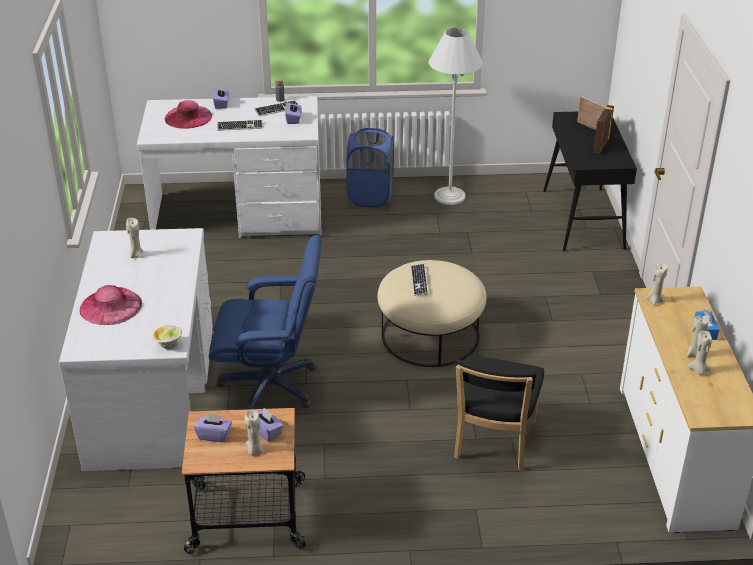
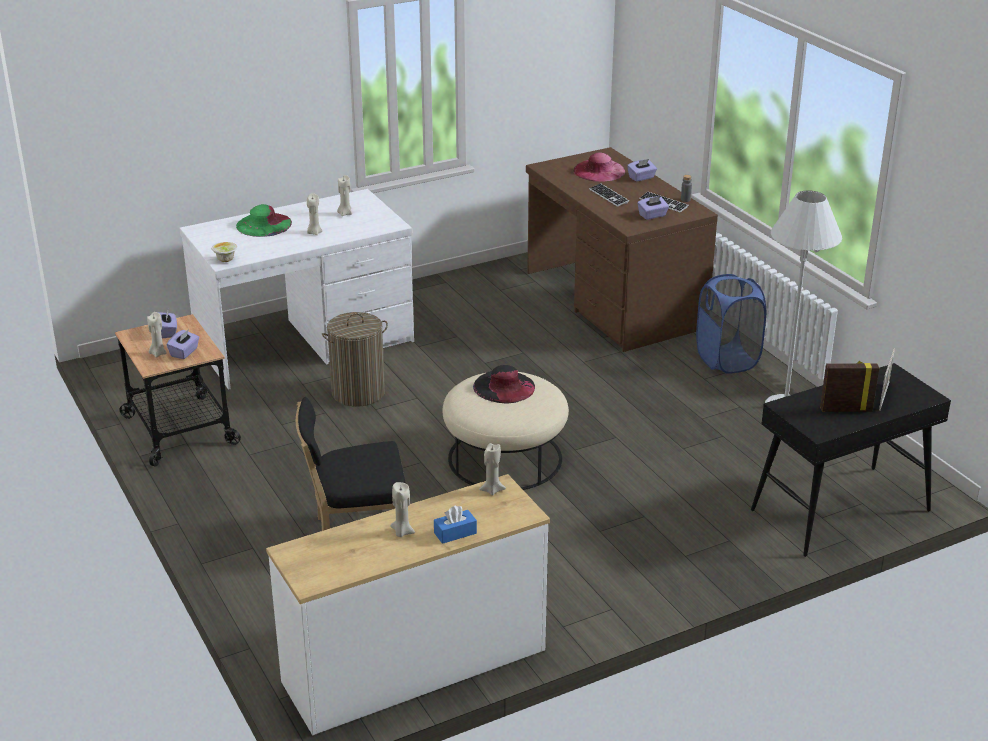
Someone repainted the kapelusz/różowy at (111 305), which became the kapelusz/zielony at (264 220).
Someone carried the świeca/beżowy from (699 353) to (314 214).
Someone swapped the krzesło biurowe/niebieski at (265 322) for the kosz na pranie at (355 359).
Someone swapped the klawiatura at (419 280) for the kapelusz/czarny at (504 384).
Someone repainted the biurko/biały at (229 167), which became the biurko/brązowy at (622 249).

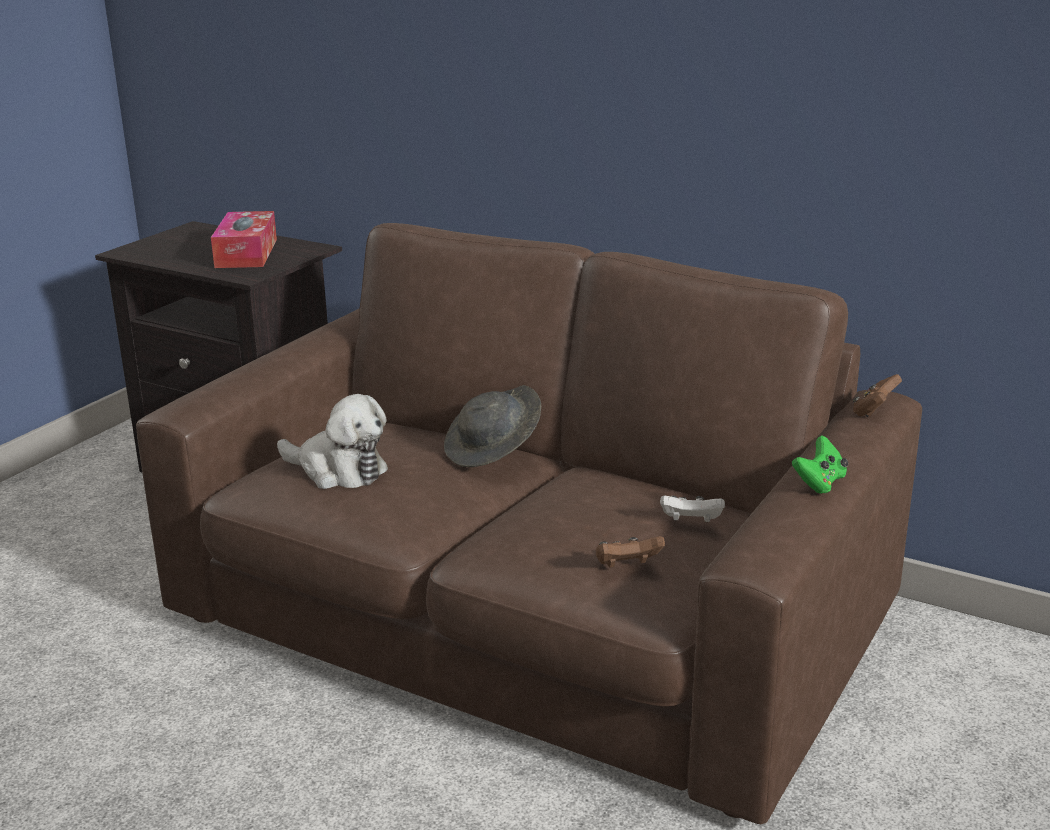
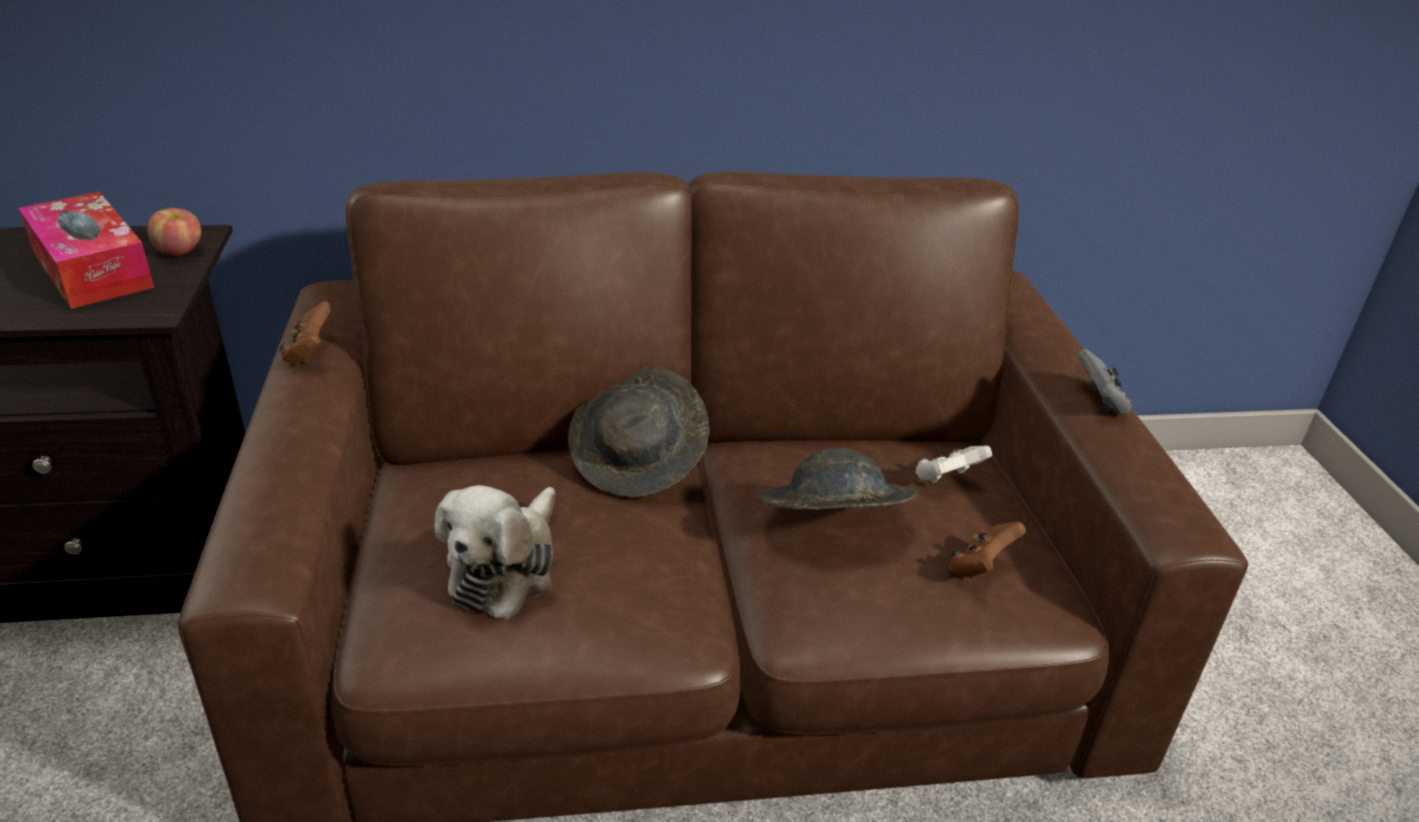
Someone put down the jabłko at (174 231).
Someone carried the pad do gier/brązowy from (877 395) to (305 333).
Someone rotated the pluszak at (332 441) by 120 degrees clockwise.
Someone put down the kapelusz/szary at (838 479).
Someone repainted the pad do gier/zielony at (820 464), which became the pad do gier/szary at (1104 382).

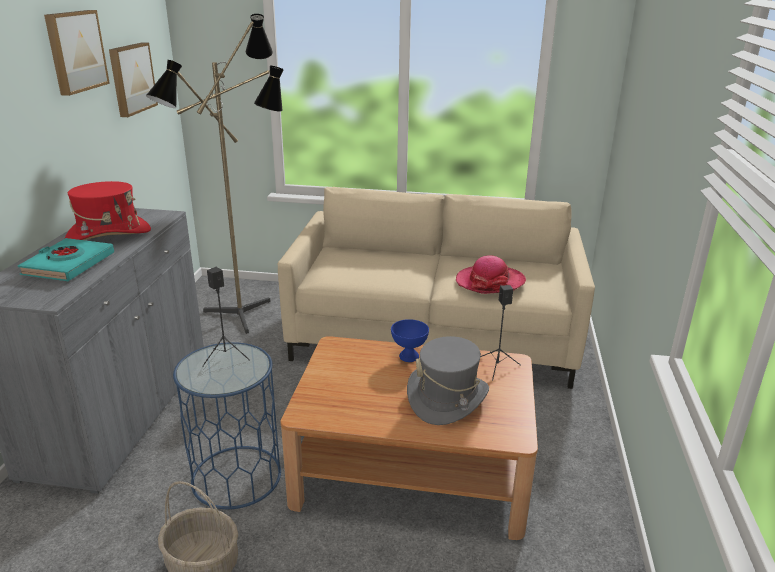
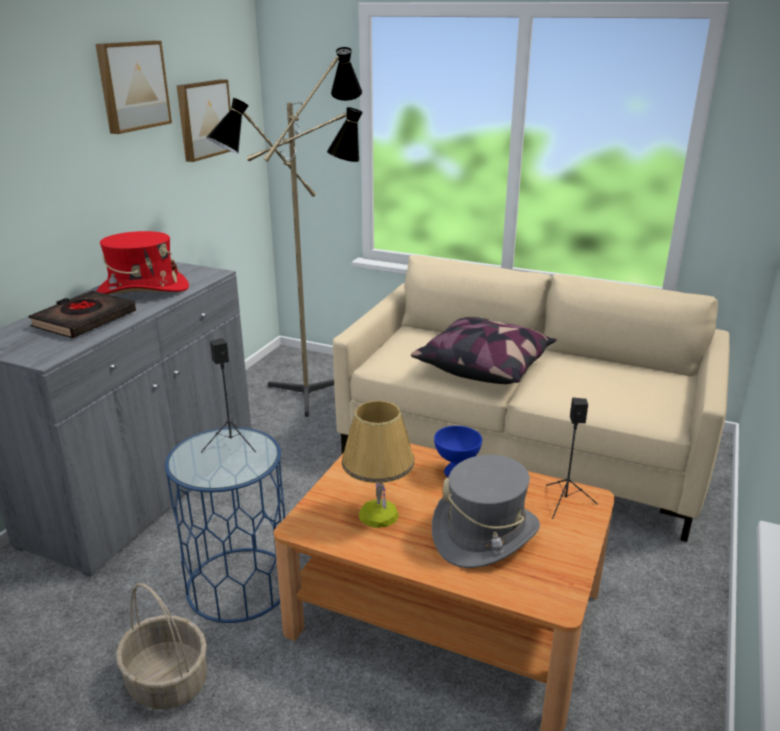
Someone repainted the książka/turkusowy at (66 259), which became the książka/czarny at (82 314).
Someone put down the lampa stołowa at (378 464).
Someone put down the poduszka at (484 350).
Someone took away the kapelusz at (491 274).

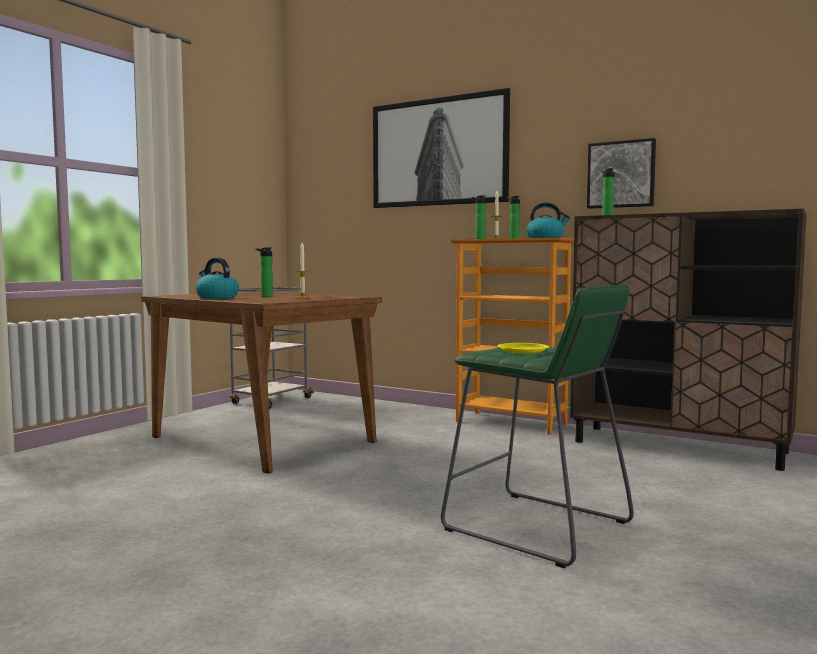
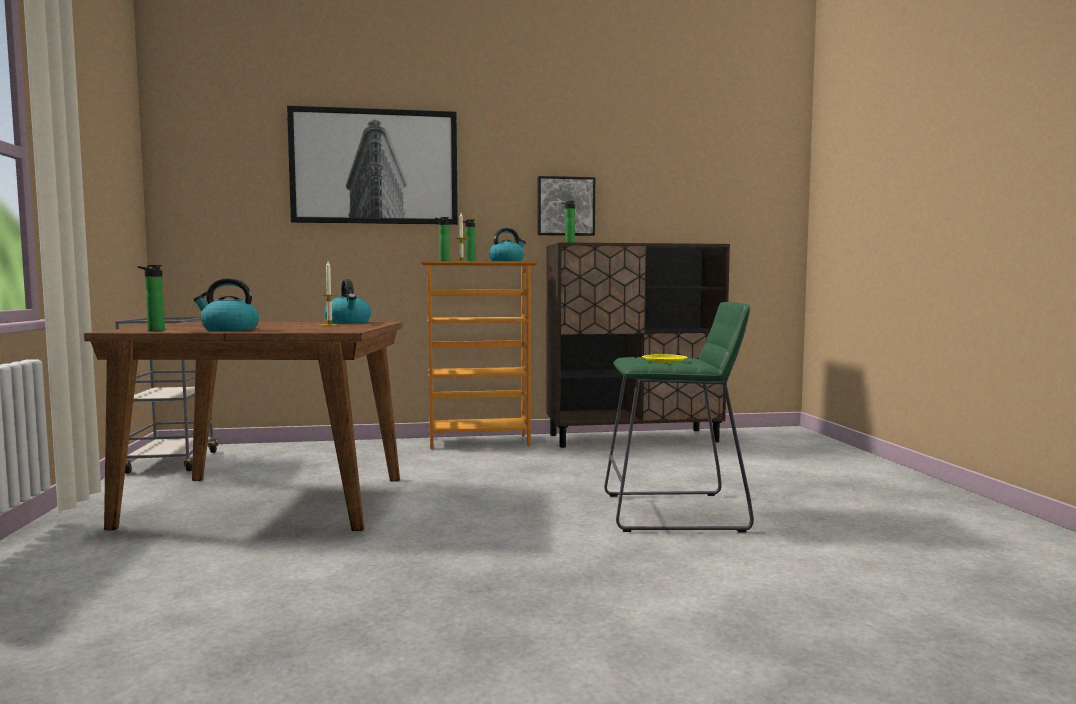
Someone carried the butelka from (264 272) to (151 298).
Someone put down the czajnik at (347 301).

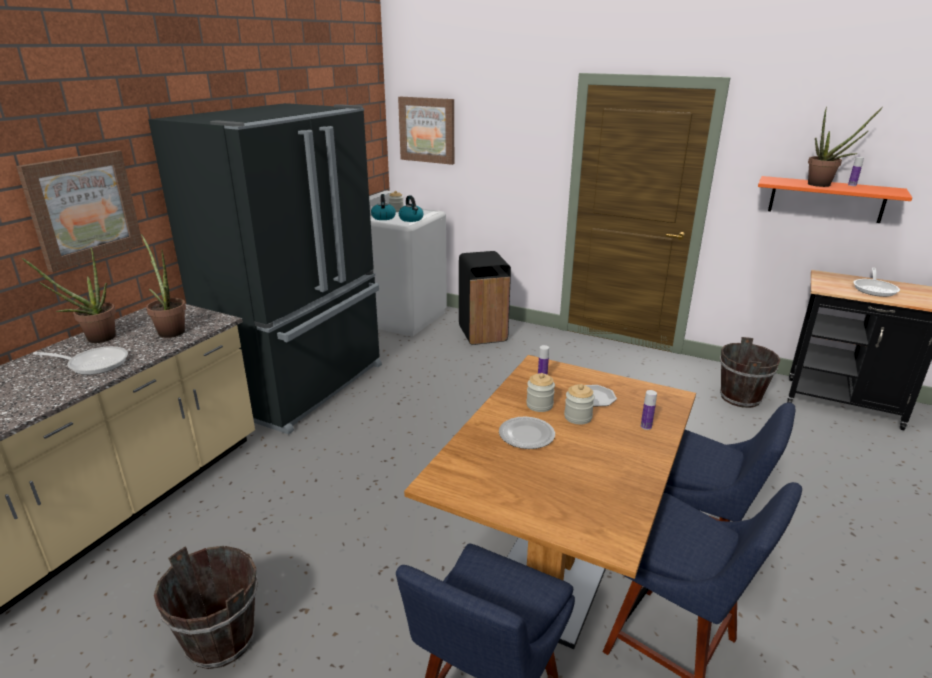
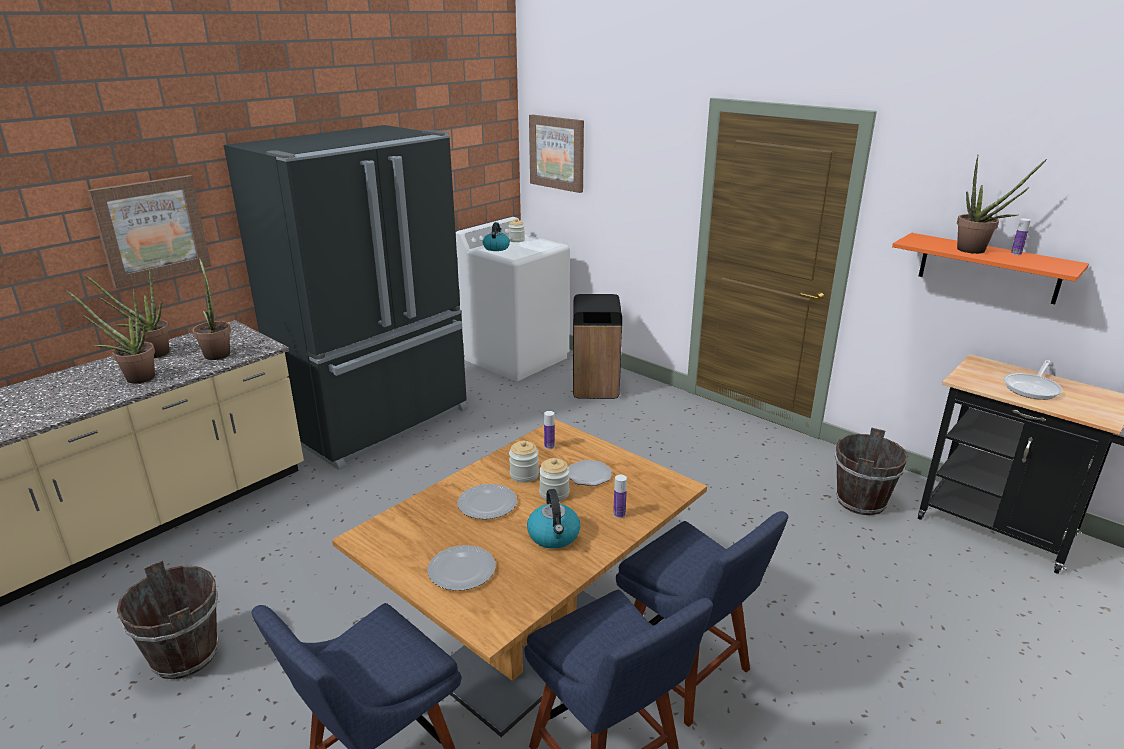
Someone swapped the patelnia at (80 360) for the roślina doniczkowa at (110 336).
Someone put down the talerz at (461 568).
Someone carried the czajnik from (411 208) to (553 519).

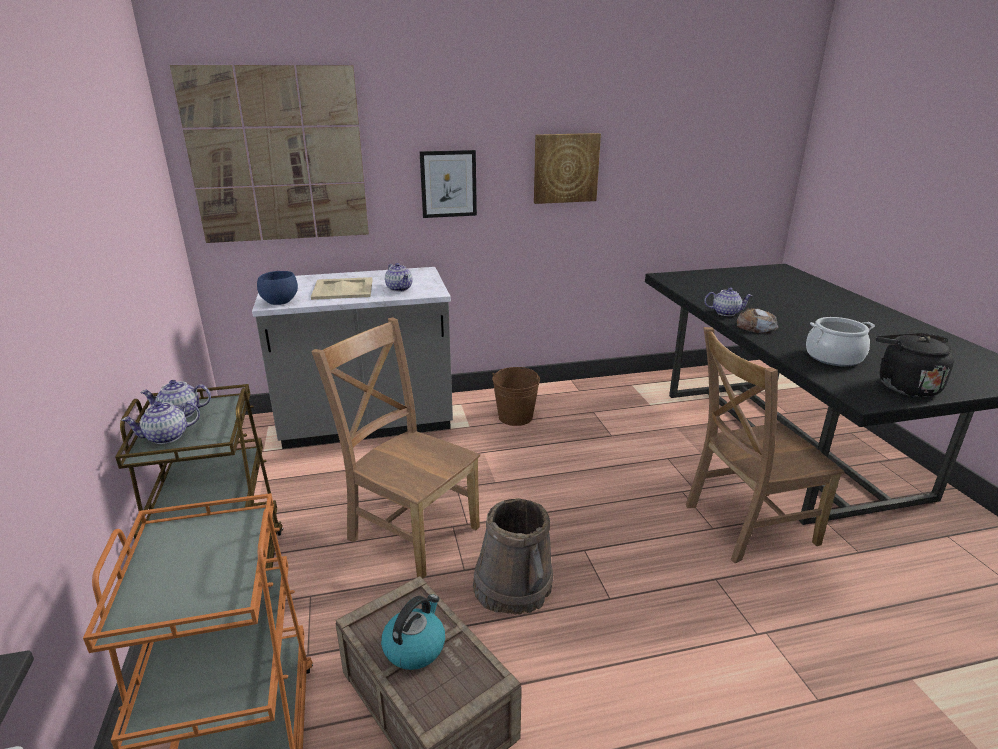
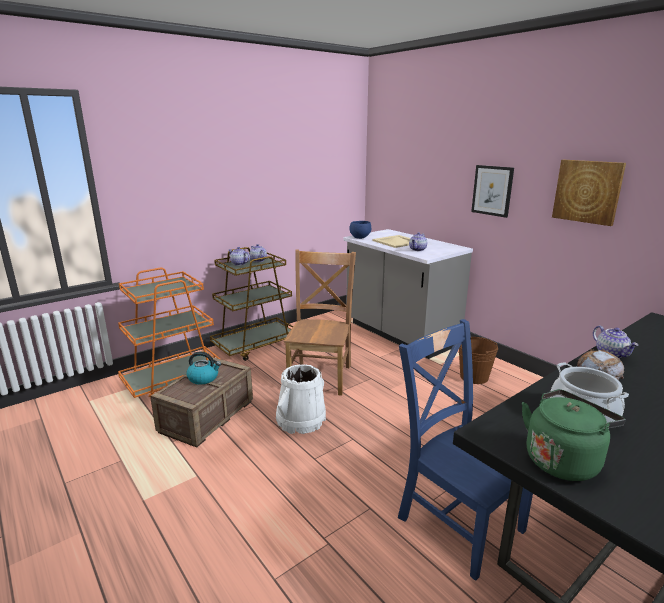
Someone repainted the wiadro/brązowy at (513 556), which became the wiadro/biały at (301 399).
Someone repainted the krzesło/brązowy at (765 445), which became the krzesło/niebieski at (465 450).
Someone repainted the czajnik/czarny at (915 365), which became the czajnik/zielony at (574 435).
Someone took away the obraz at (269 154).

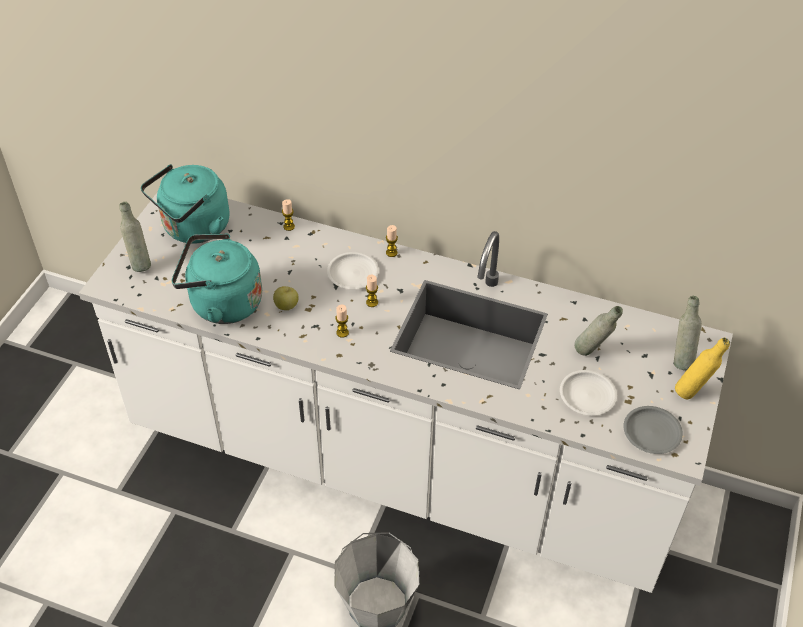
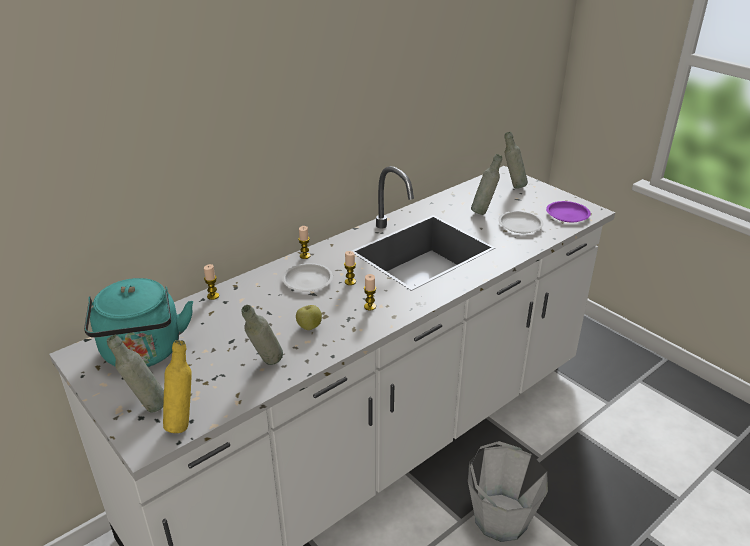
Someone carried the butelka/żółty from (702 368) to (177 386).
Someone swapped the czajnik/turkusowy at (217 278) for the butelka/szary at (262 335).
Someone repainted the talerz/szary at (653 430), which became the talerz/fioletowy at (568 211).

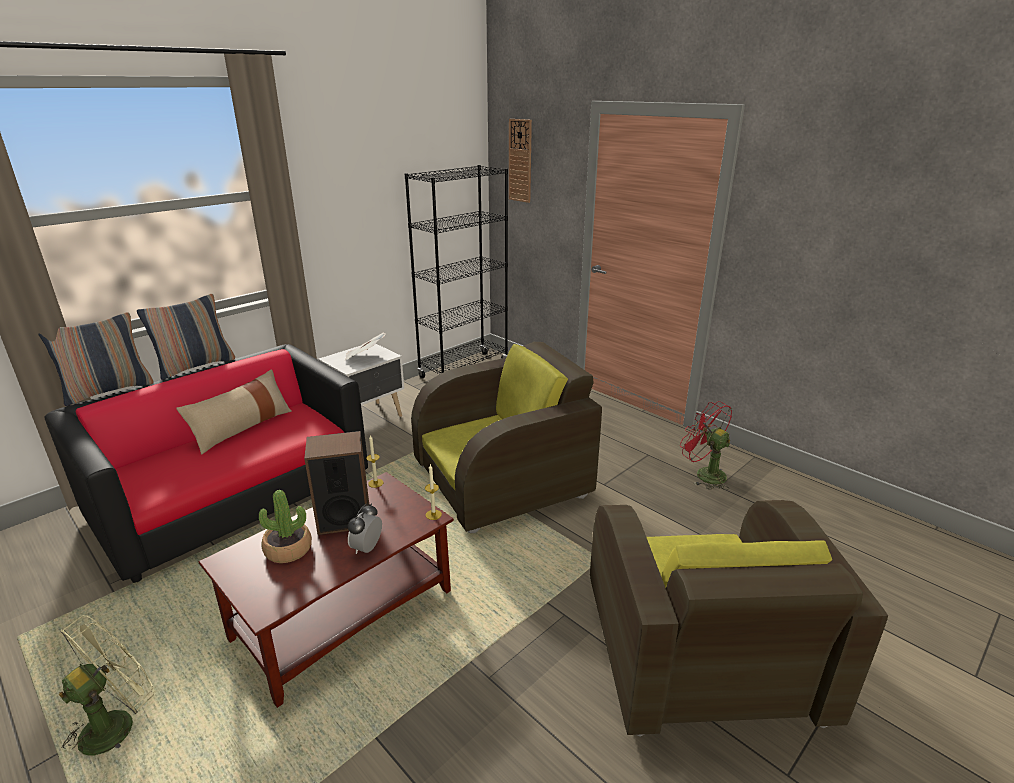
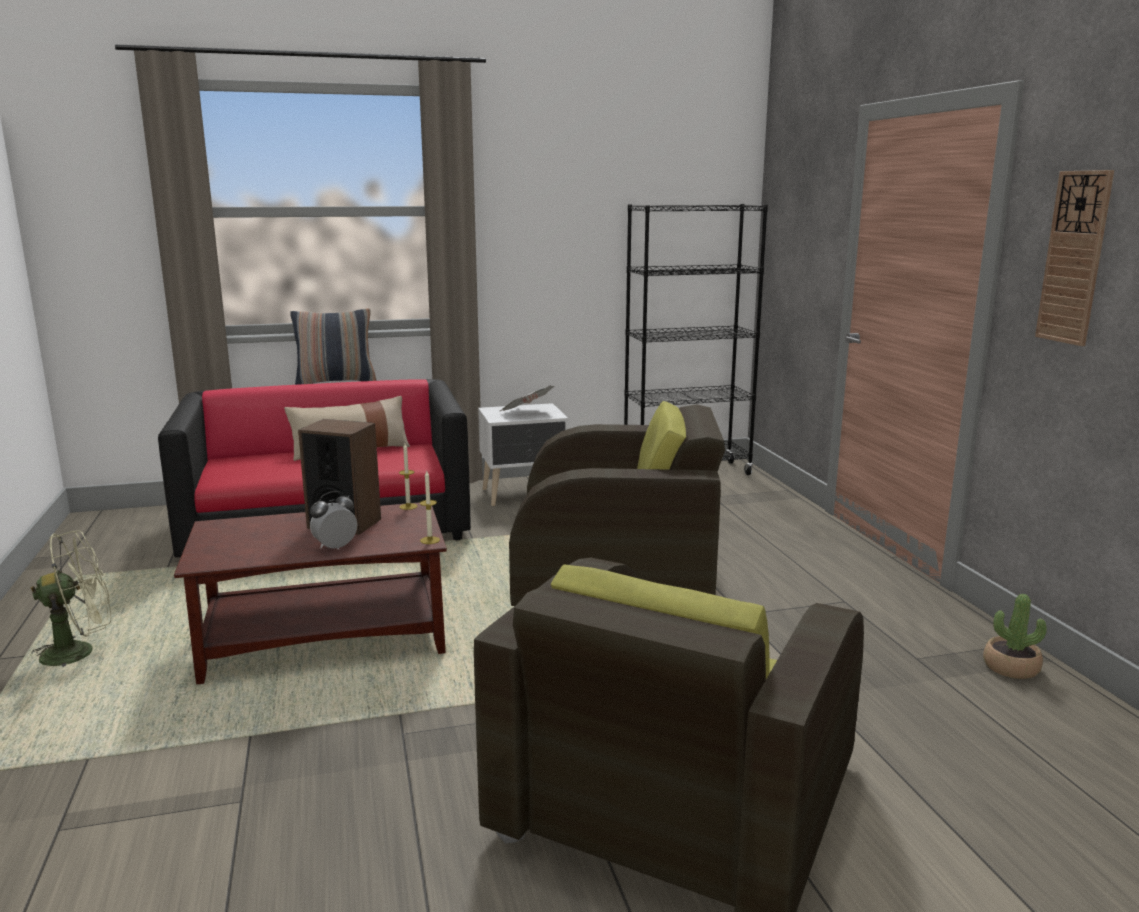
Someone carried the roślina doniczkowa from (285 526) to (1015 636).
Someone carried the zegar ścienny from (520 161) to (1074 258).
Someone took away the poduszka at (96 359).
Someone took away the wentylator/czerwony at (706 445).

